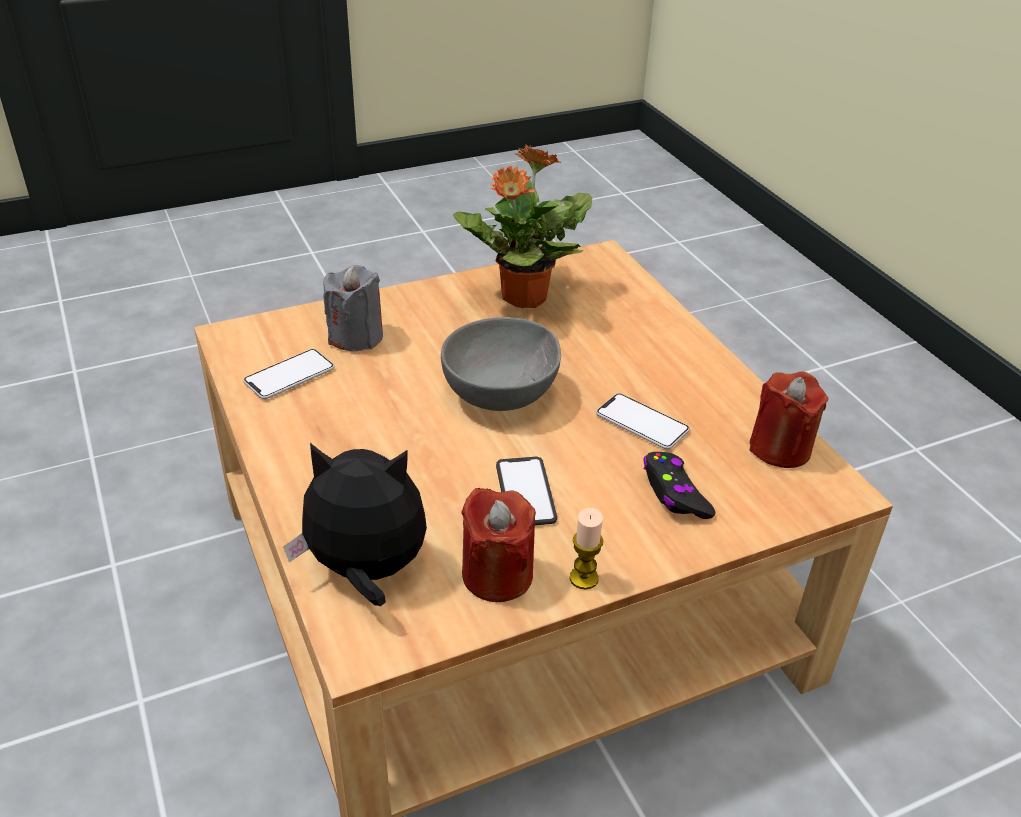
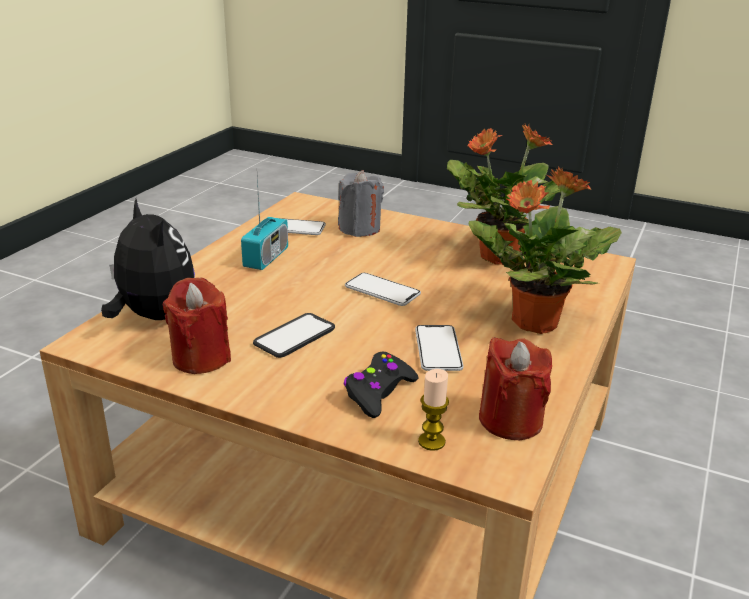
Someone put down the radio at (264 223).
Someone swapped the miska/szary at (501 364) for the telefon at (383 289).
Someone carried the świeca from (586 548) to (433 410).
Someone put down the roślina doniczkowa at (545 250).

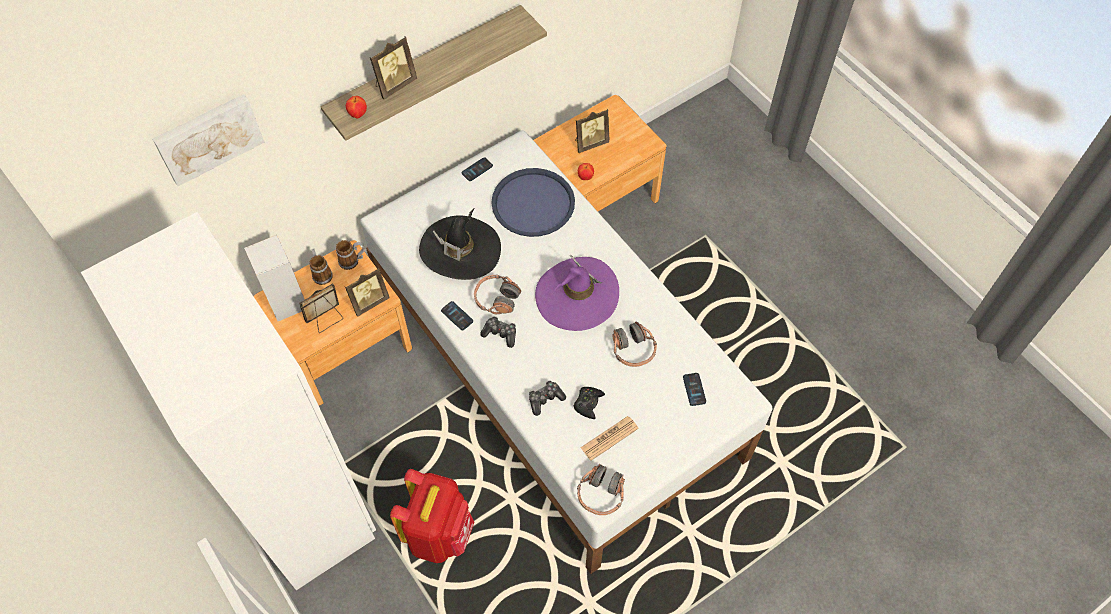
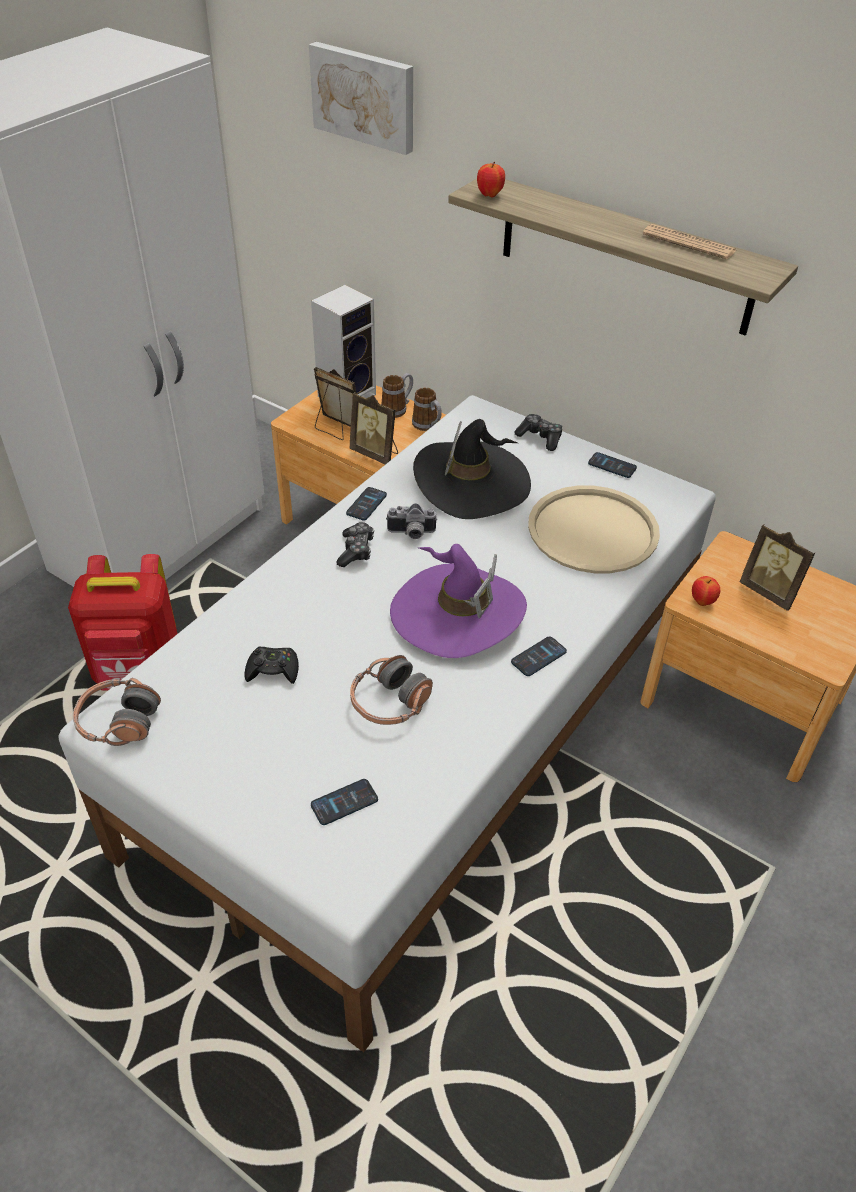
Someone swapped the słuchawki at (497 294) for the aparat fotograficzny at (411 521).
Someone put down the telefon at (539 656).
Someone carried the pad do gier from (547 398) to (538 432).
Someone repainted the taca/niebieski at (533 202), which became the taca/beżowy at (594 529).
Someone carried the gazeta from (610 438) to (689 241).
Someone took away the ramka na zdjęcie at (393 67).

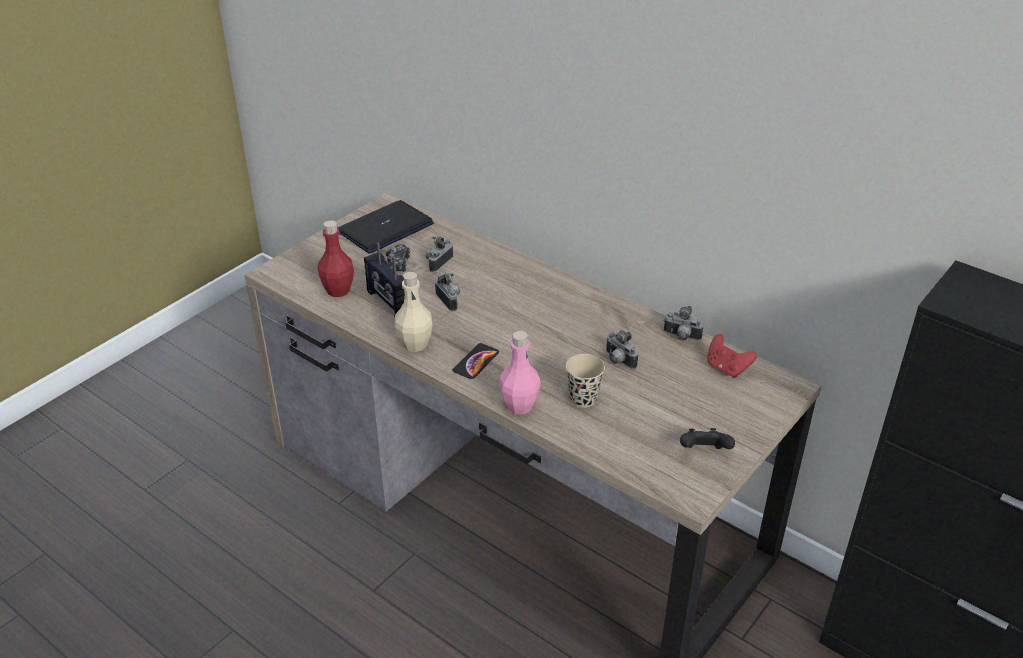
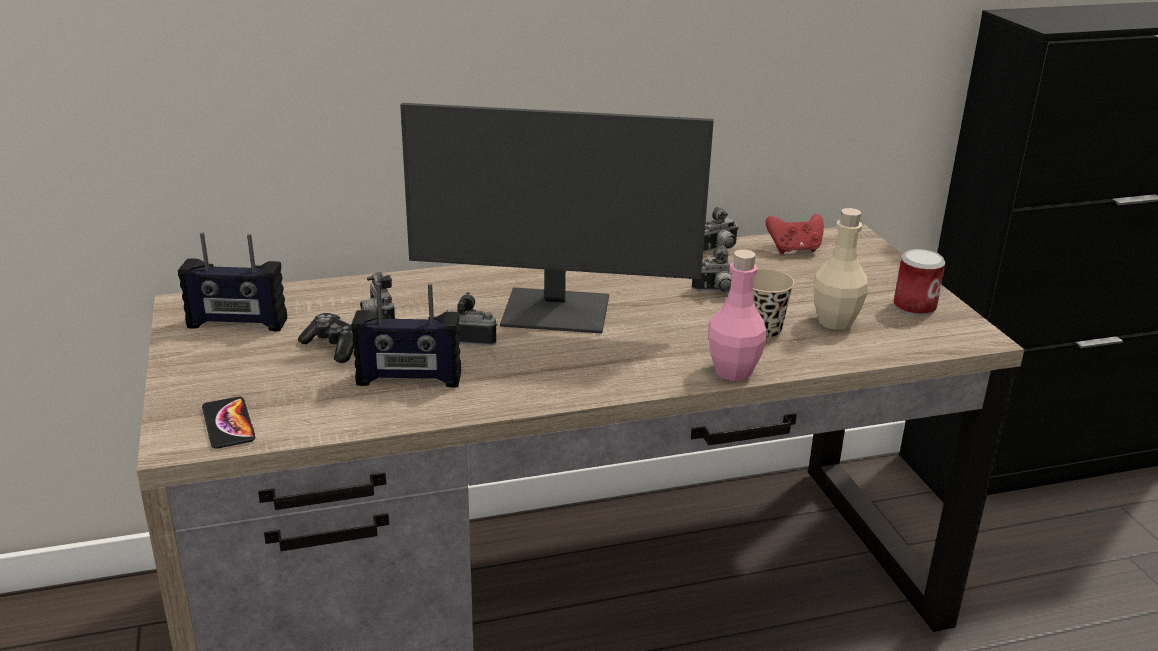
Someone swapped the laptop at (385 227) for the radio at (232 282).
Someone carried the telefon from (476 361) to (228 423).
Someone put down the monitor at (557 218).
Someone carried the butelka/beżowy from (414 312) to (841 269).
Someone swapped the pad do gier/czarny at (707 438) for the puszka at (919 282).
Someone took away the butelka/czerwony at (336 258).

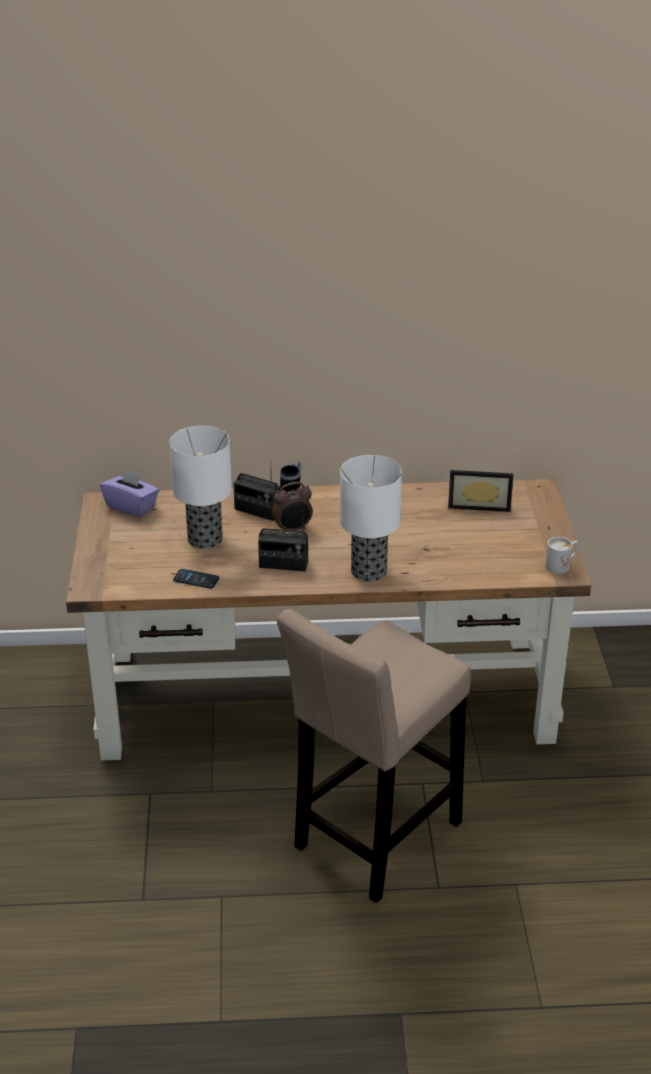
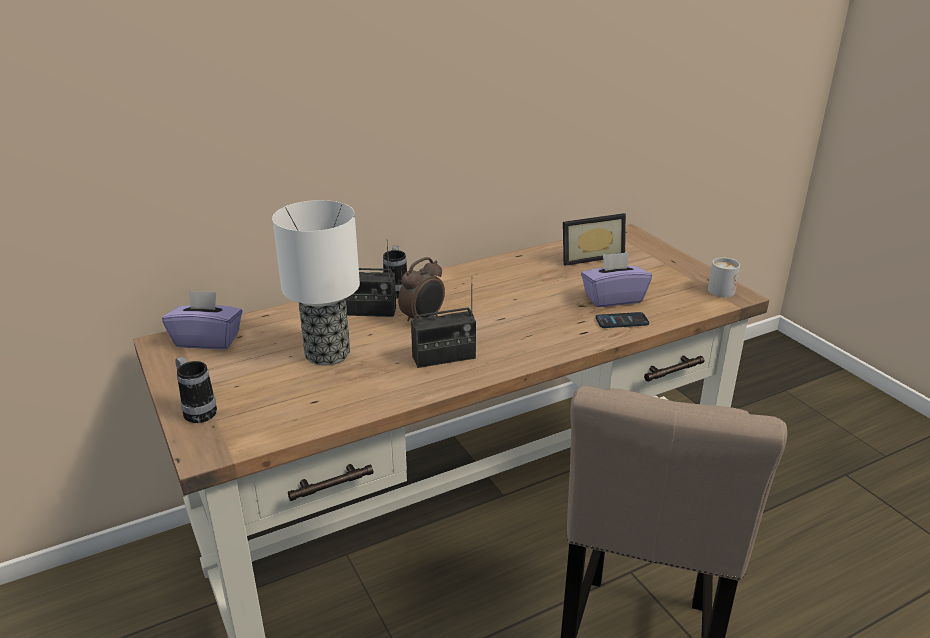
Someone put down the kubek at (196 390).
Someone put down the pudełko chusteczek/fioletowy at (616 279).
Someone carried the telefon from (196 579) to (622 320).
Someone took away the lampa stołowa at (371 518).

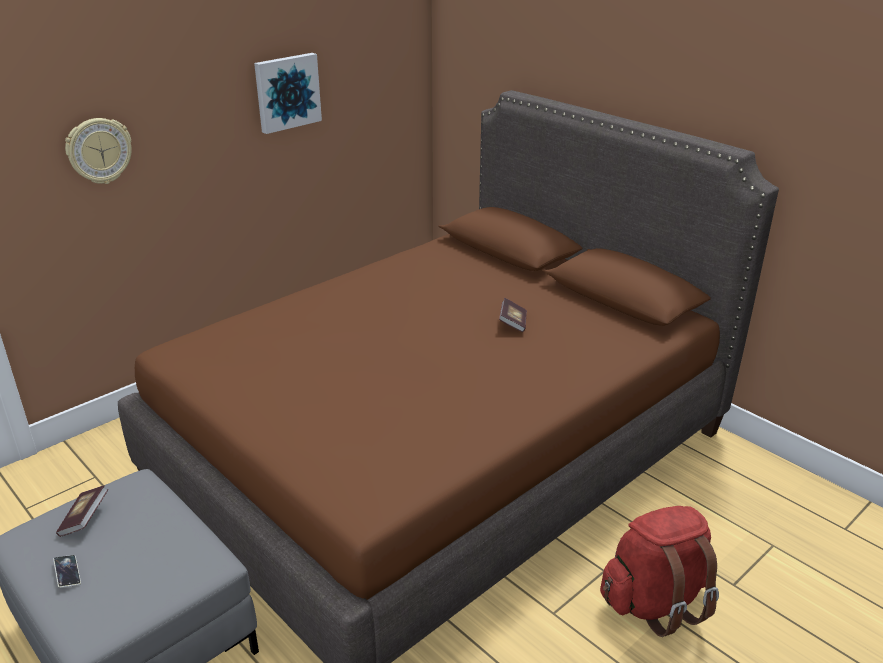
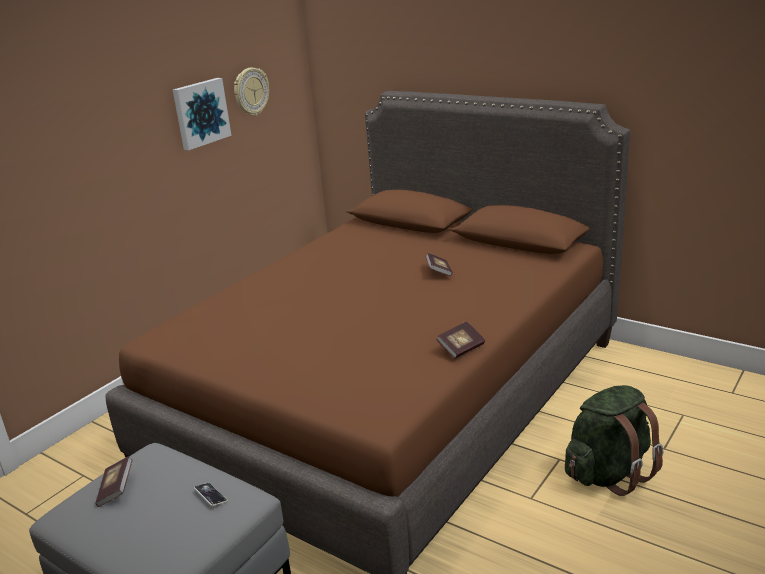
Someone carried the telefon from (67 571) to (211 494).
Someone carried the zegar ścienny from (98 151) to (251 92).
Someone put down the książka at (460 340).
Someone repainted the plecak/czerwony at (659 571), which became the plecak/zielony at (614 440).

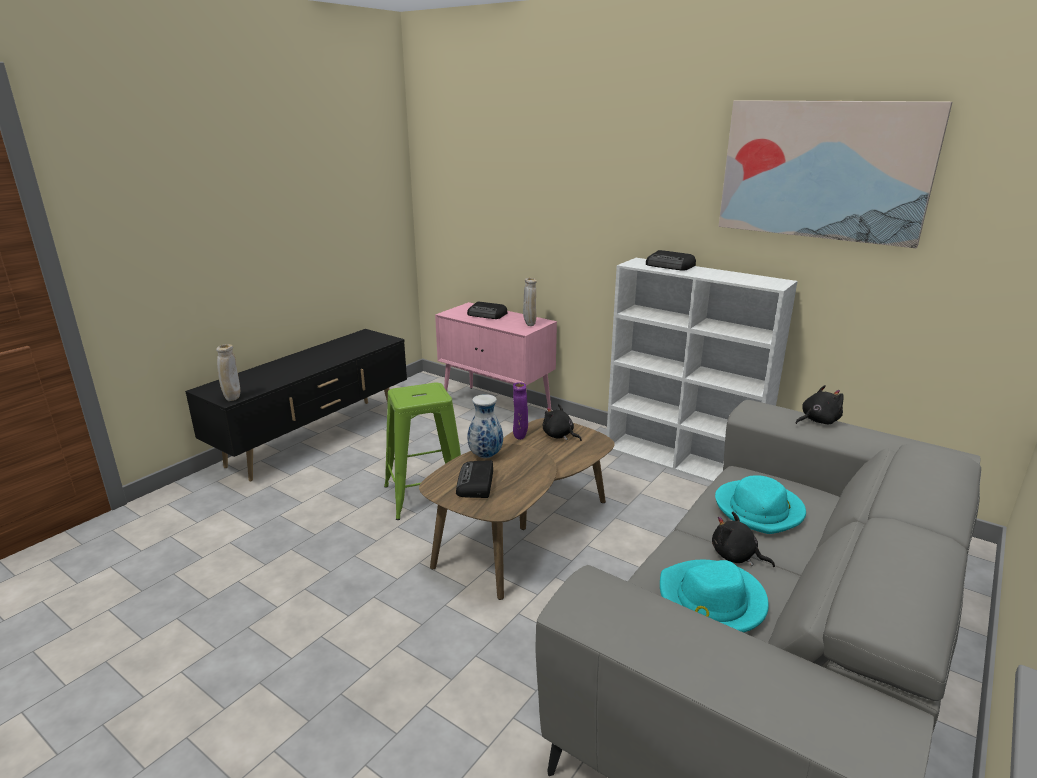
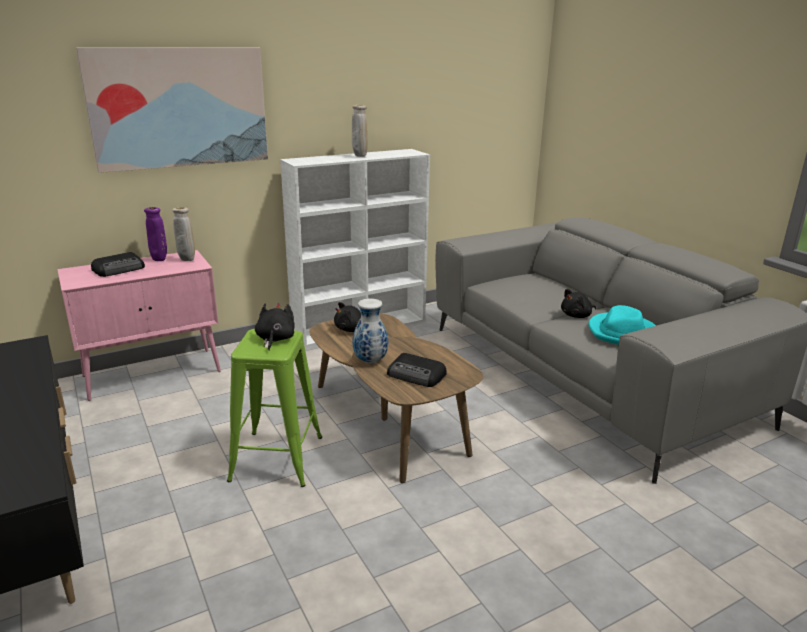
Someone carried the obraz from (835 174) to (172 110).
Someone carried the wazon/fioletowy from (520 411) to (155 234).
Someone carried the pluszak/czarny from (820 404) to (275 326).
Someone carried the wazon/beżowy from (228 372) to (360 131).
Someone took away the radio at (671 260).
Someone took away the kapelusz/turkusowy at (760 504).

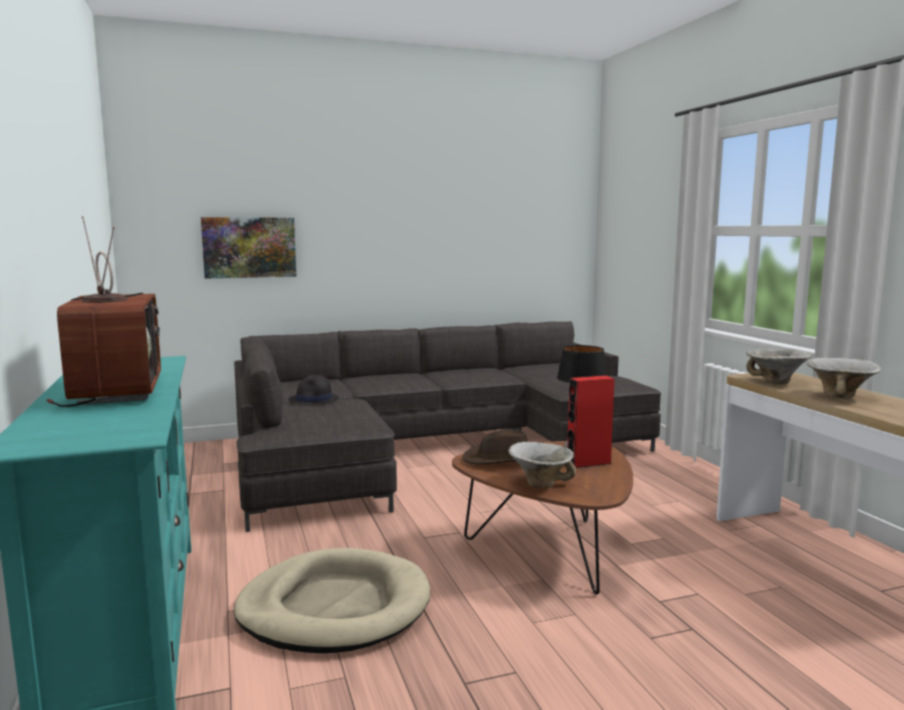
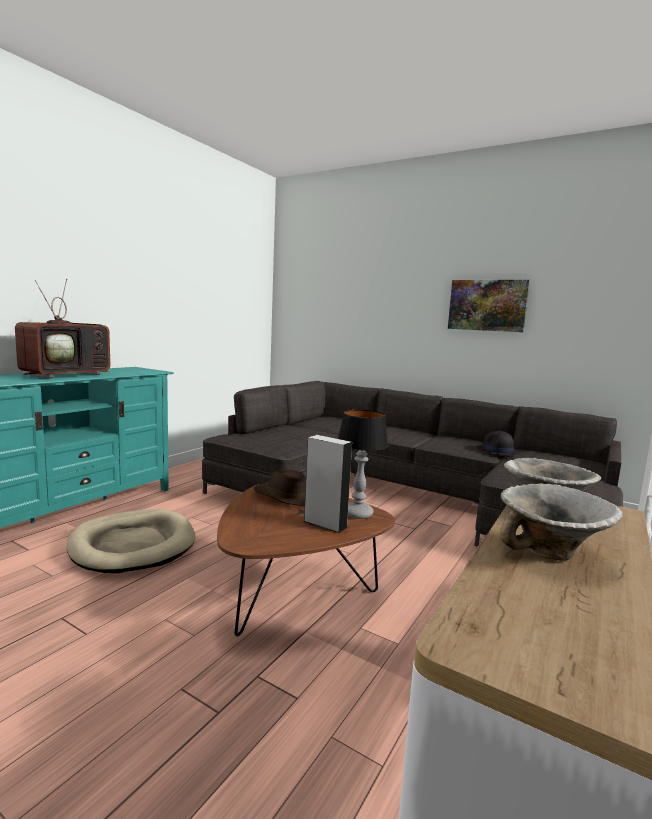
Someone repainted the głośnik/czerwony at (591 421), which became the głośnik/szary at (327 484).
Someone carried the obraz from (249 247) to (489 306).
Someone carried the kapelusz/czarny from (313 389) to (498 443).
Someone took away the miska at (542 465).

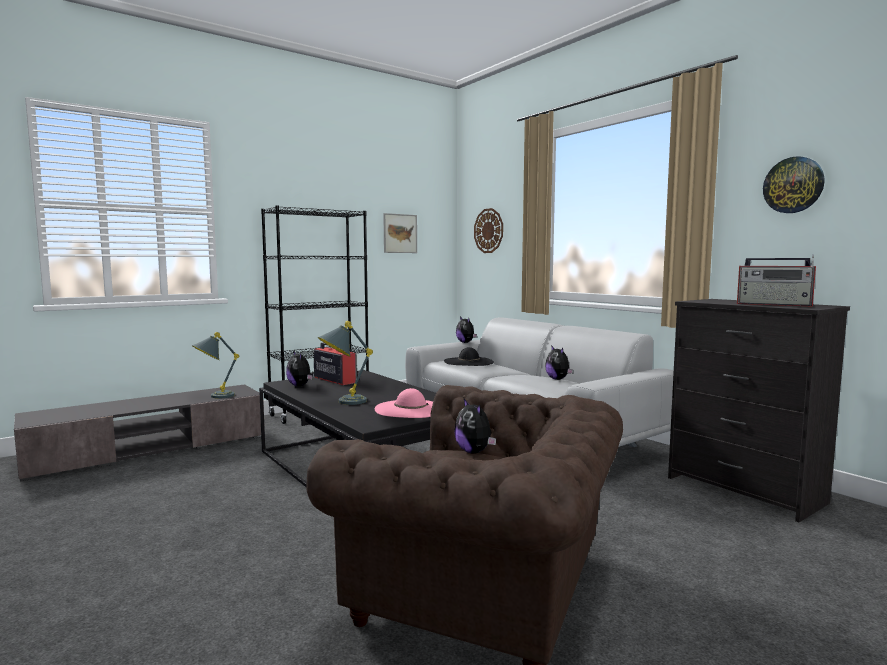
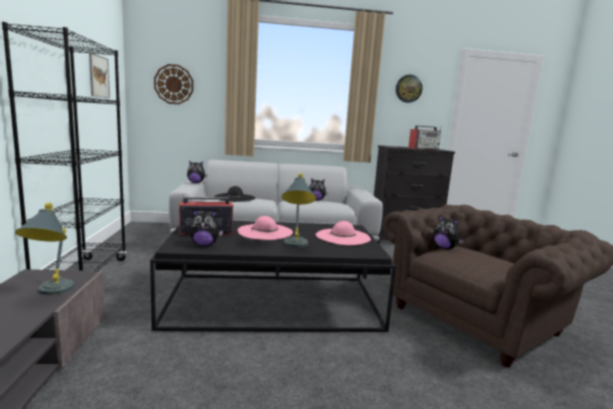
Someone put down the kapelusz/różowy at (265 228).
Someone rotated the pluszak at (475 426) by 45 degrees clockwise.

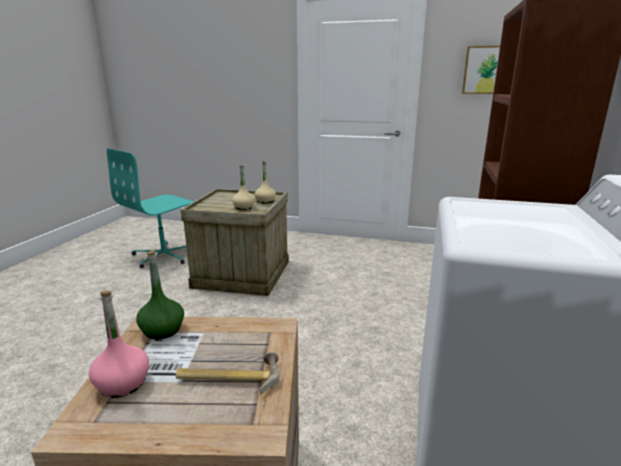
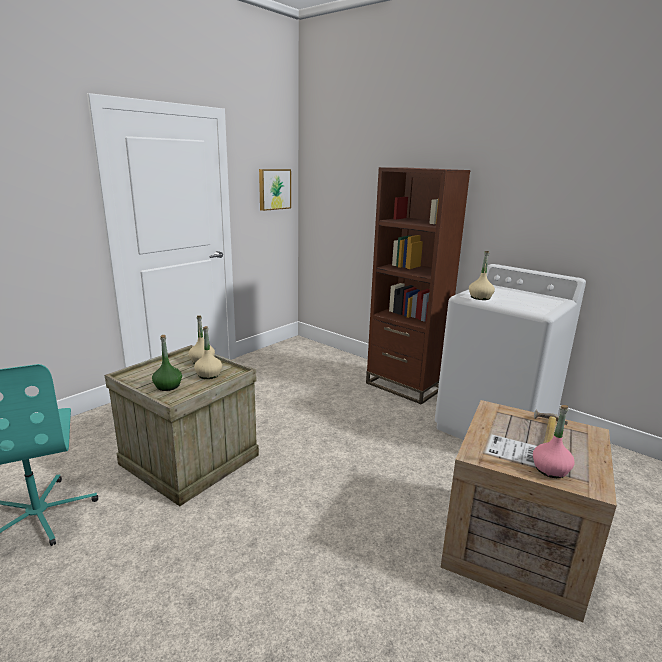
Someone carried the butelka/zielony from (160 295) to (167 363).
Someone put down the butelka/beżowy at (482 275).

